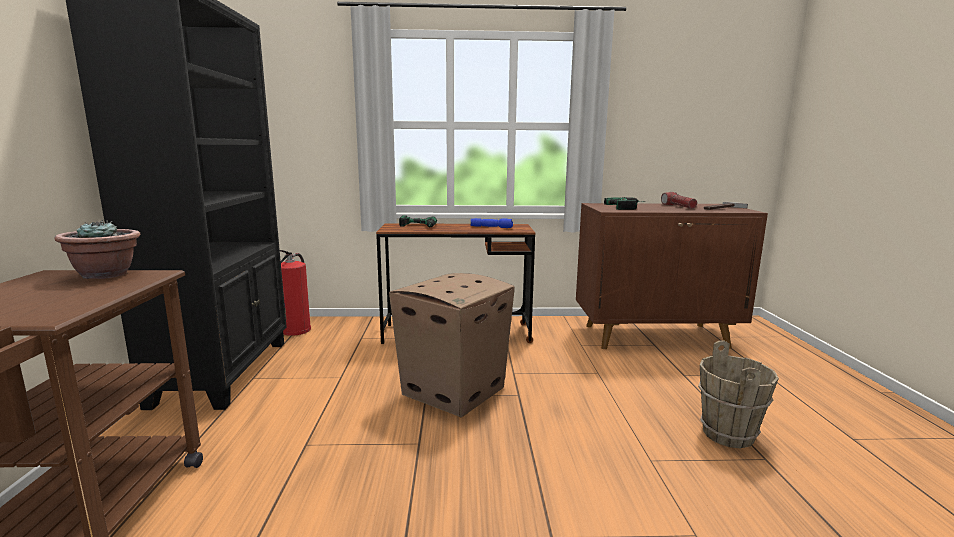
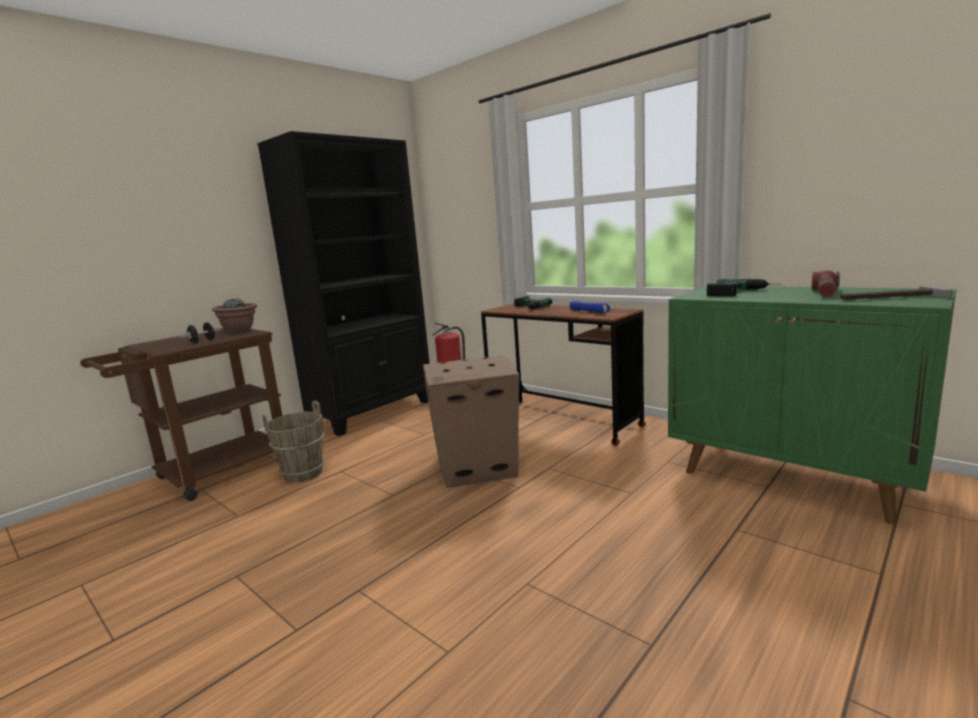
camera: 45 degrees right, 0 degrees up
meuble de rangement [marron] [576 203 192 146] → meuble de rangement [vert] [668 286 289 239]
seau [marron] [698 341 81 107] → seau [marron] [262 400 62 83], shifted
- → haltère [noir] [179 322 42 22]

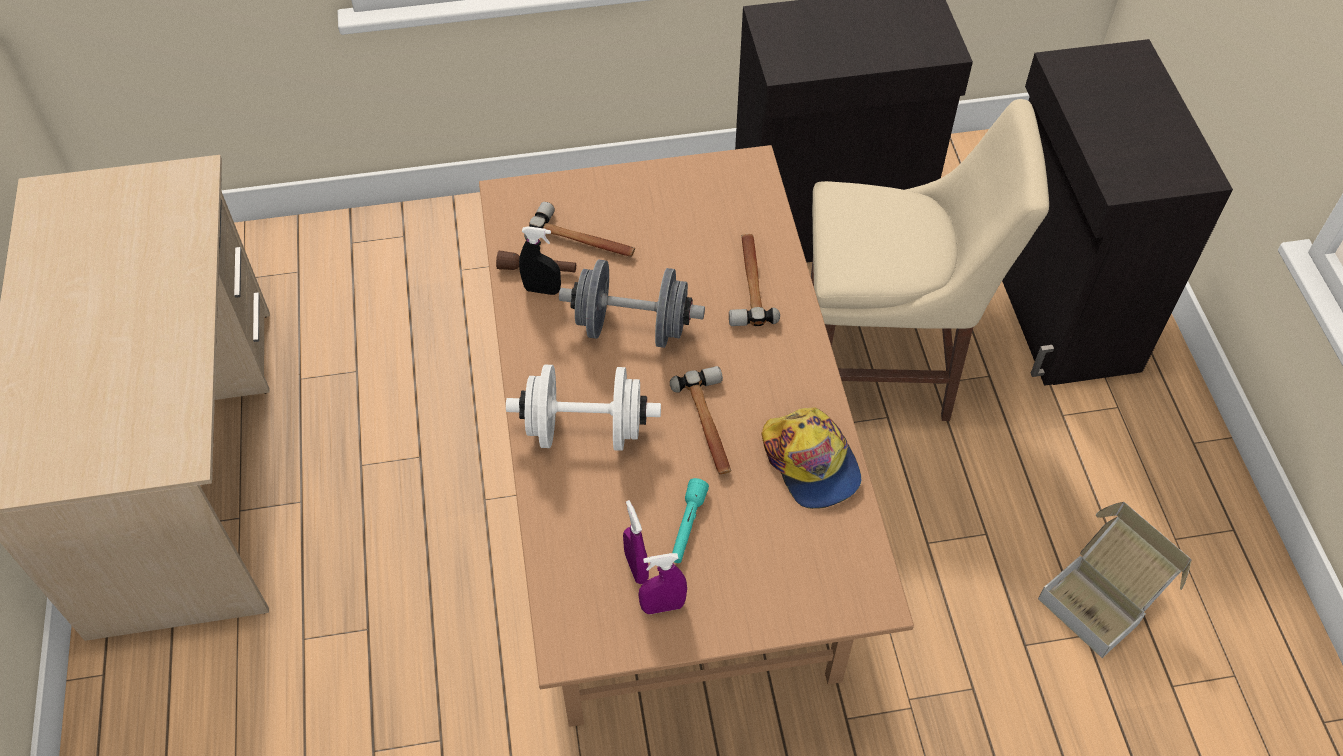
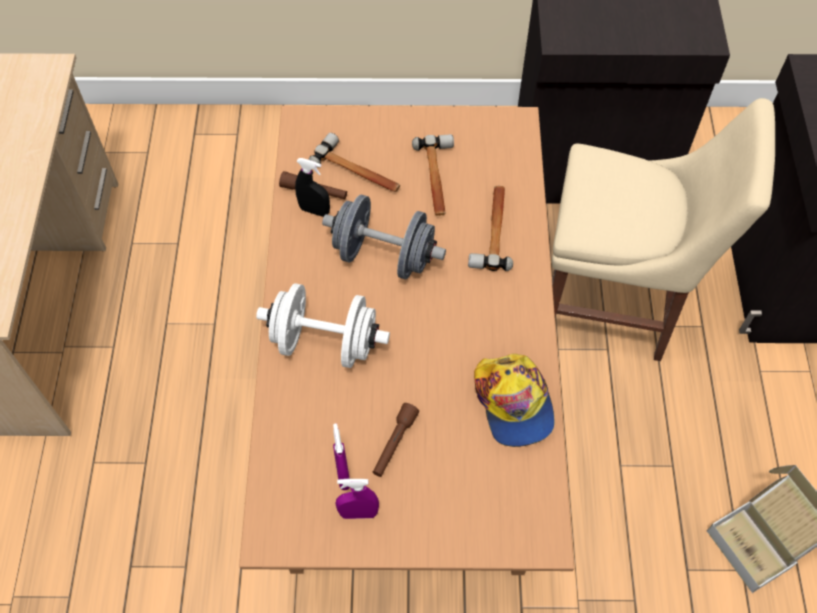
camera: 10 degrees right, 5 degrees up
marteau [670 366 61 109] → marteau [412 134 42 82], shifted
lampe de poche [turquoise] [672 478 37 85] → lampe de poche [marron] [373 403 46 74]

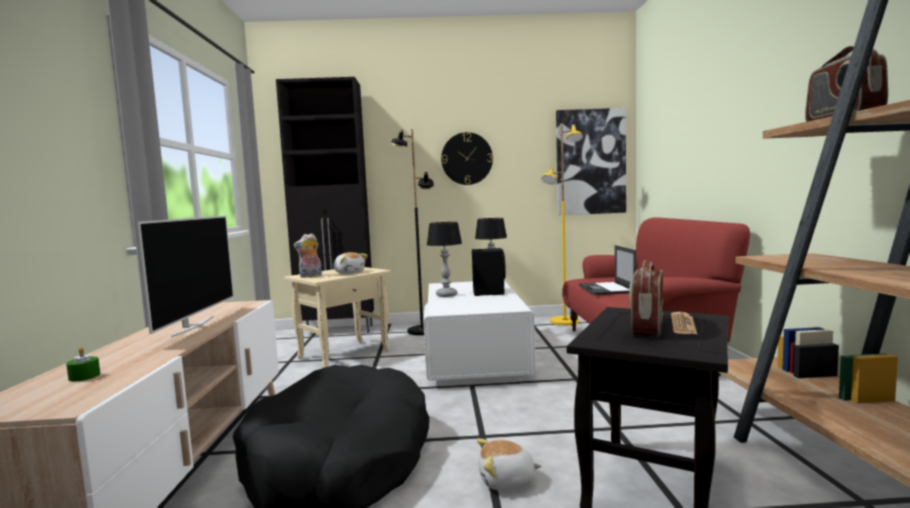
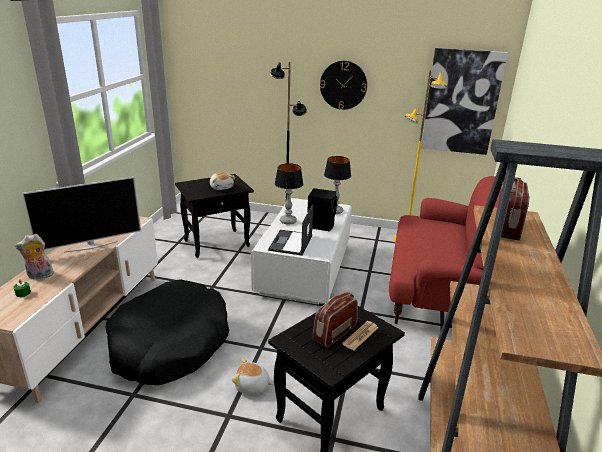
camera: 15 degrees right, 20 degrees up
meuble de rangement [noir] [276 77 98 256] → -
téléviseur [137 216 97 122] → téléviseur [22 177 119 76], 45 degrees clockwise
peluche [293 233 29 45] → peluche [15 234 40 45], shifted
ordinateur portable [579 245 57 50] → ordinateur portable [268 204 45 52], shifted
table d'appoint [beige] [284 267 107 101] → table d'appoint [noir] [175 174 79 84]

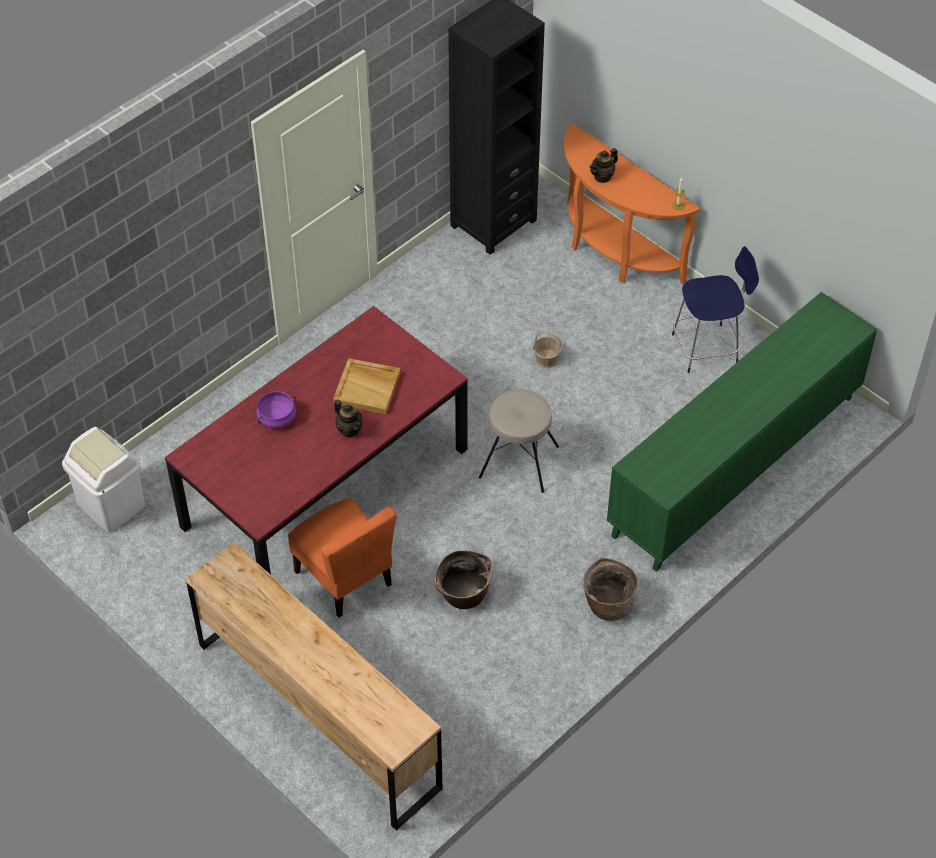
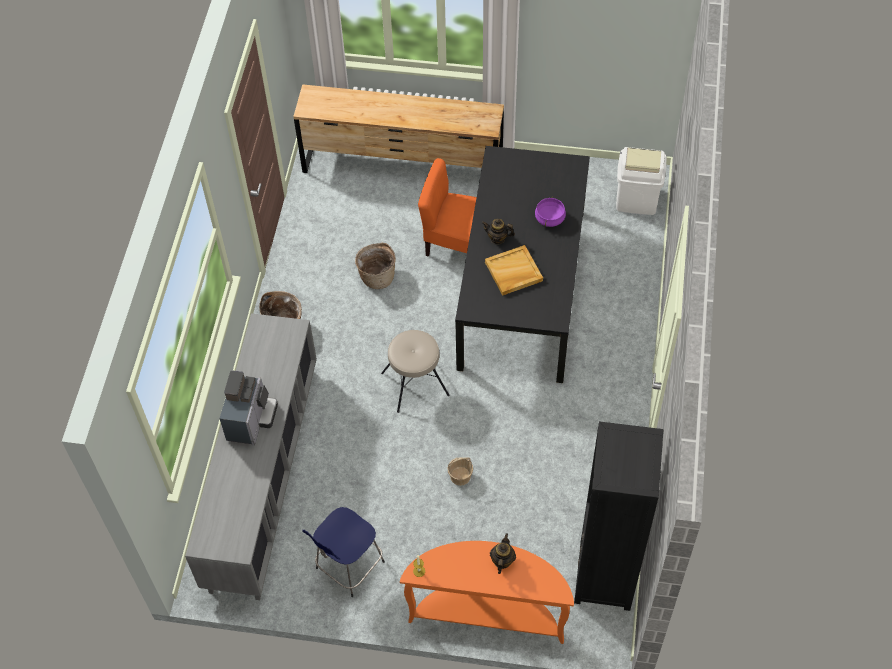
camera: 145 degrees right, 5 degrees up
meuble de rangement [vert] [607 292 270 280] → meuble de rangement [gris] [185 313 132 287]
table à manger [rouge] [165 306 303 269] → table à manger [noir] [455 146 135 237]
- → machine à café [219 370 59 75]

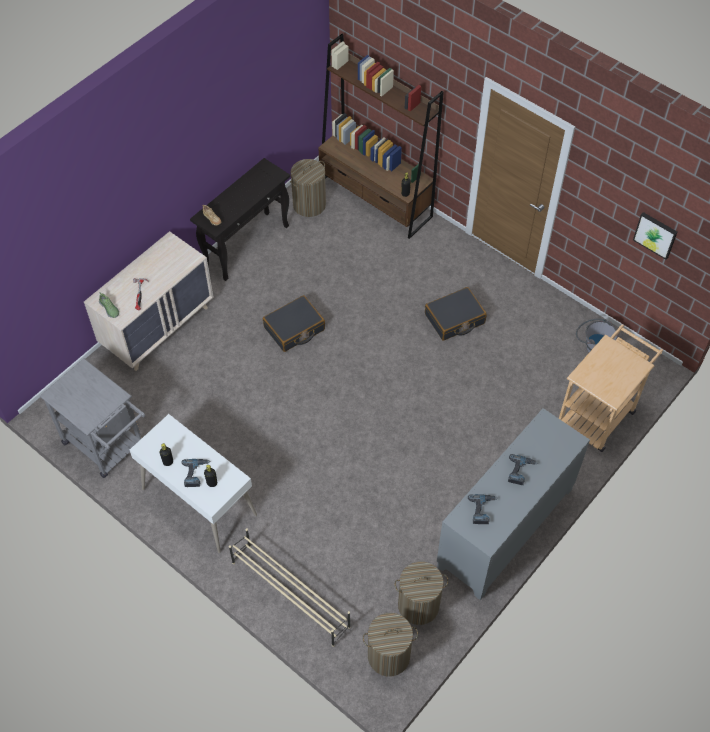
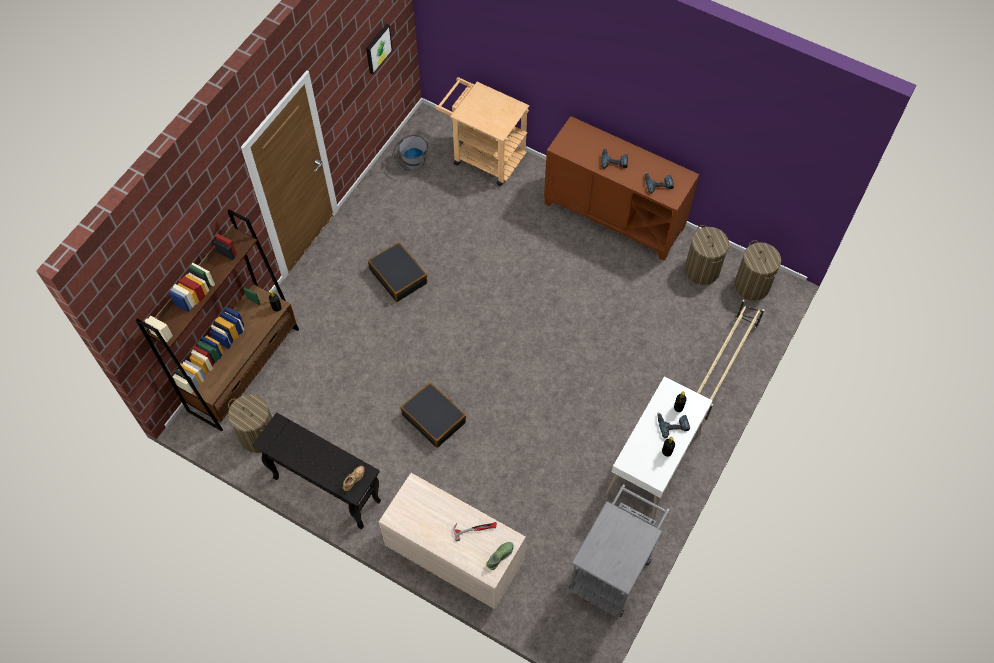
camera: 100 degrees left, 5 degrees up
meuble de rangement [gris] [437 408 153 192] → meuble de rangement [marron] [544 116 155 145]

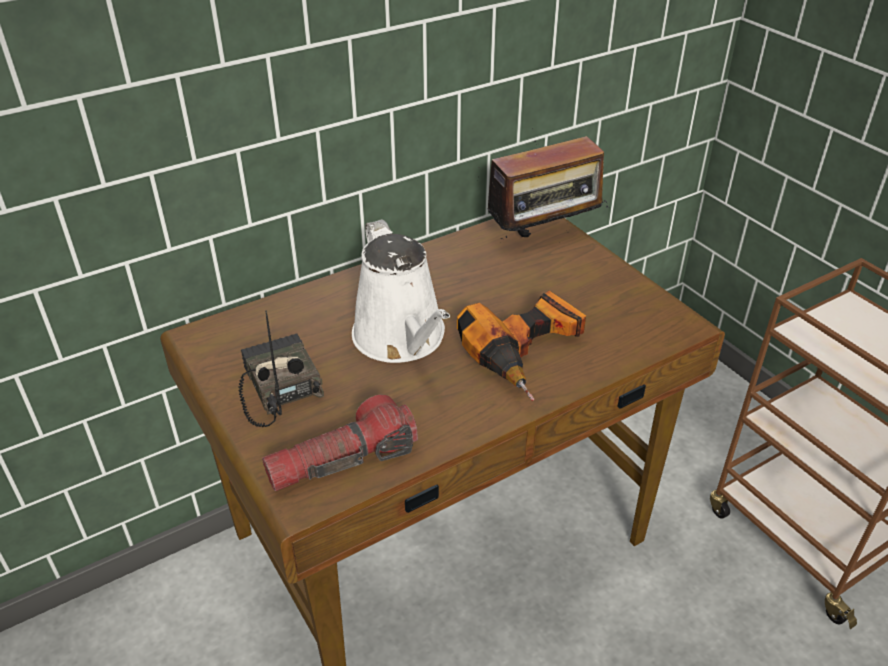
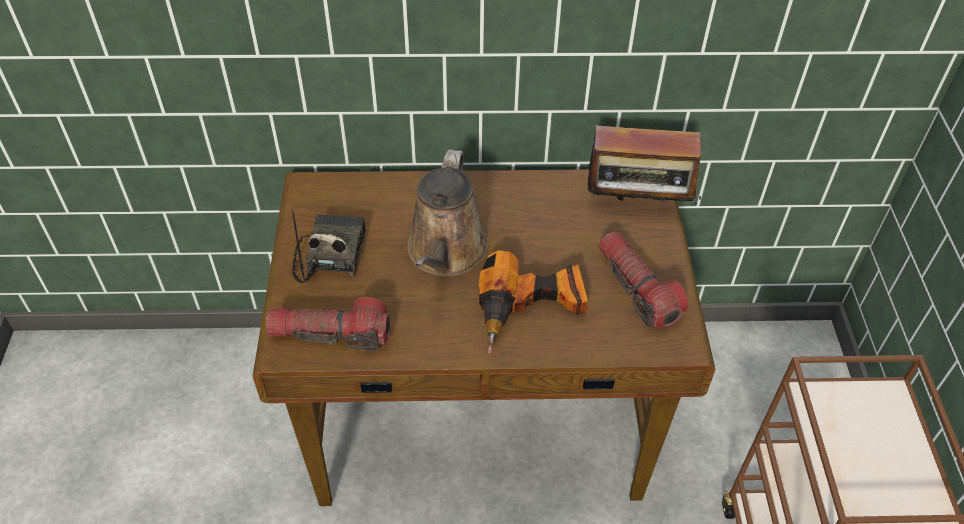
camera: 30 degrees right, 10 degrees up
arrosoir [blanc] [352 219 98 144] → arrosoir [marron] [407 150 81 127]
- → lampe de poche [599 232 89 95]

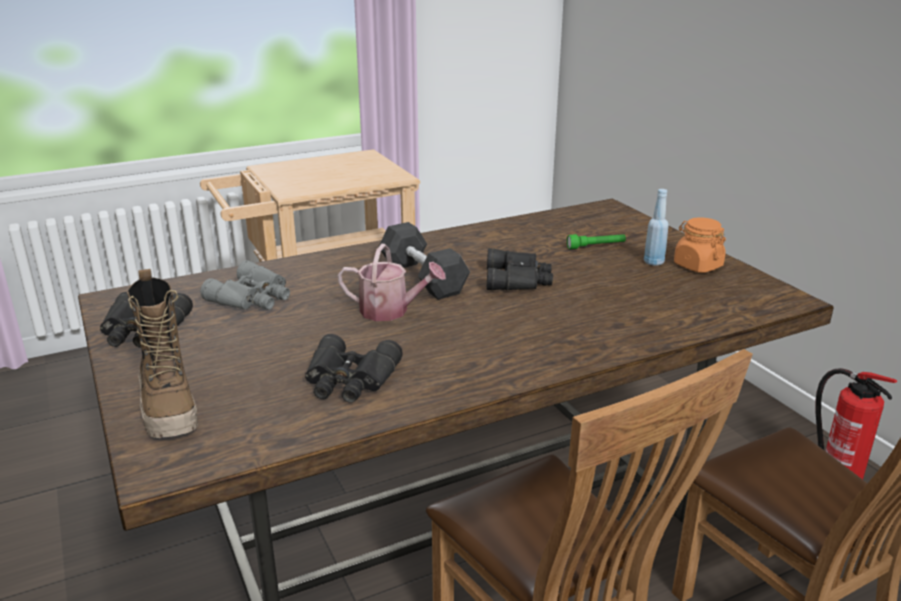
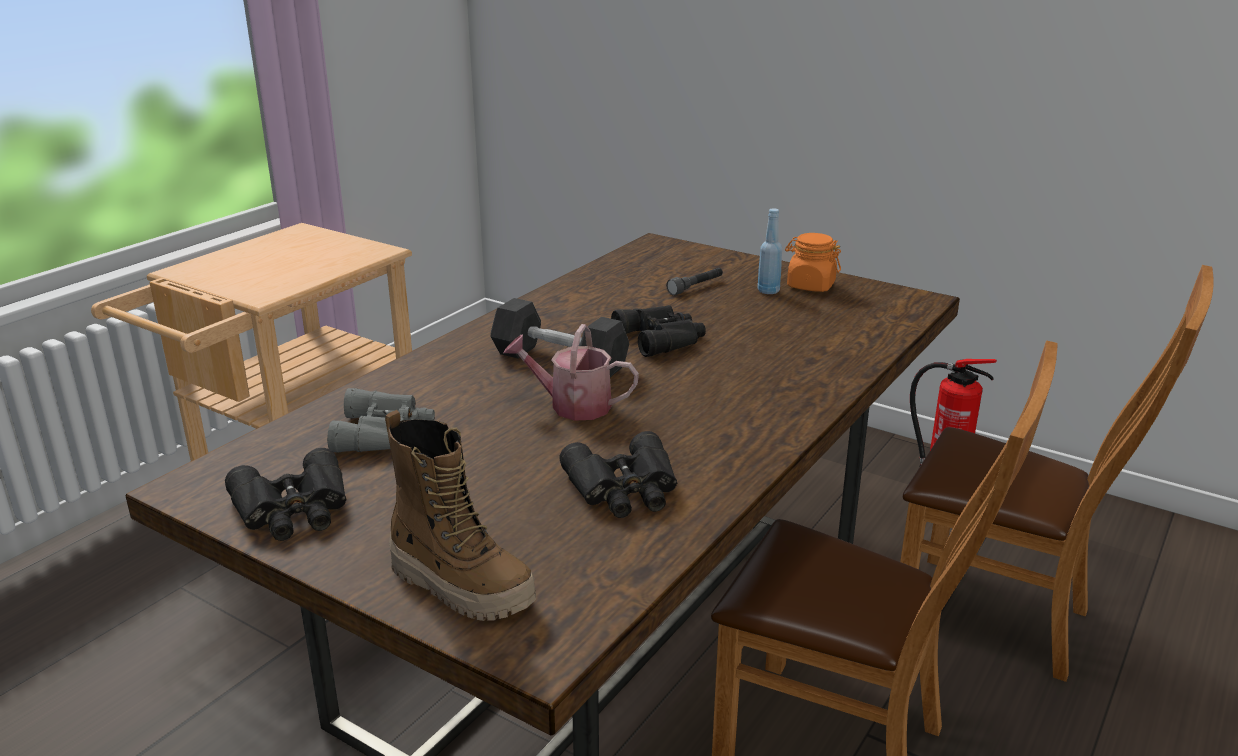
camera: 30 degrees left, 0 degrees up
lampe de poche [vert] [567 234 59 15] → lampe de poche [gris] [666 268 57 27]
arrosoir [337 244 109 77] → arrosoir [504 324 135 97], 150 degrees counterclockwise

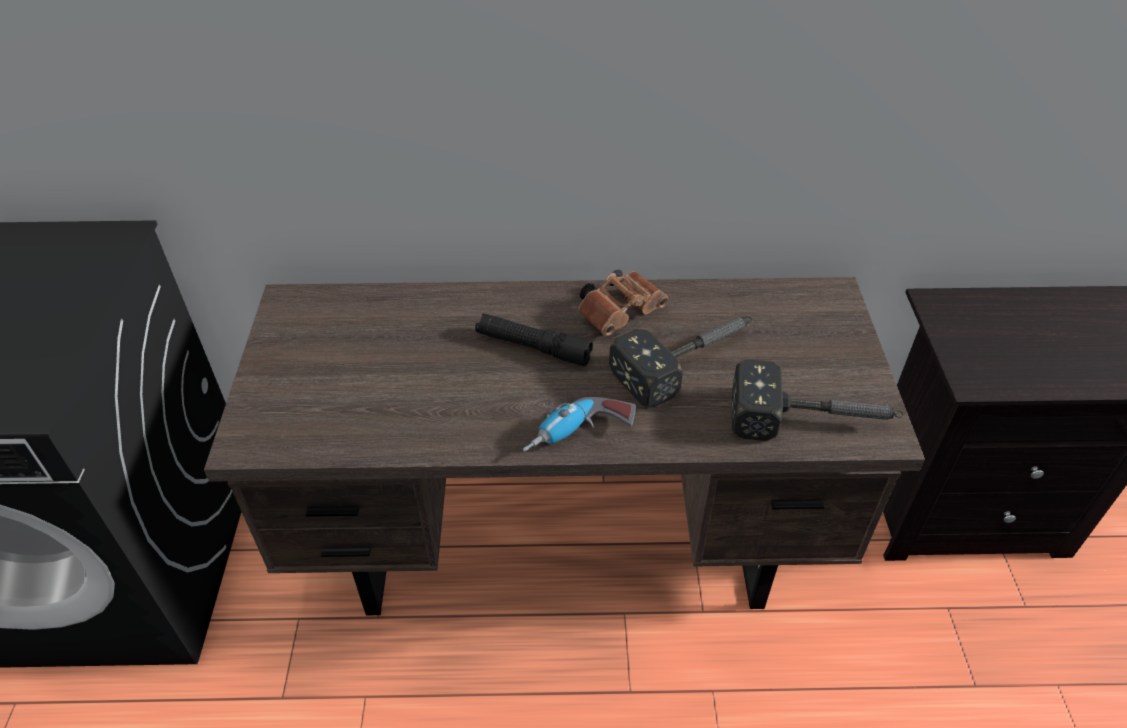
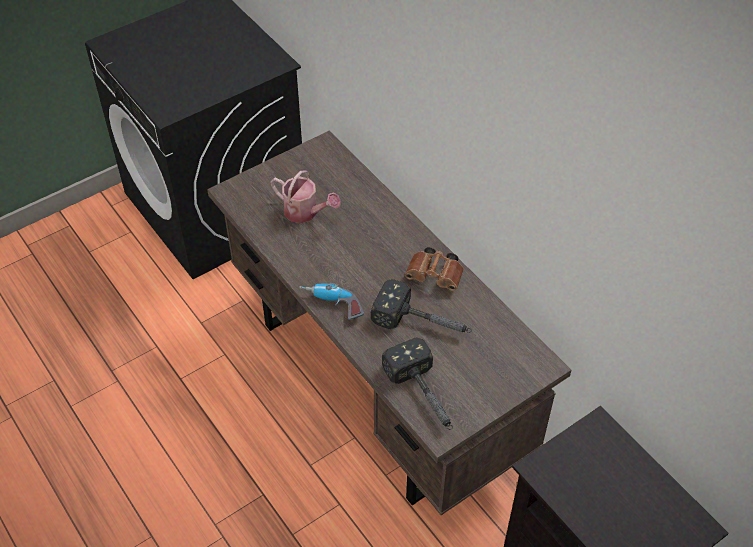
camera: 55 degrees right, 5 degrees up
lampe de poche [noir] [475 313 118 53] → -
- → arrosoir [270 170 71 53]

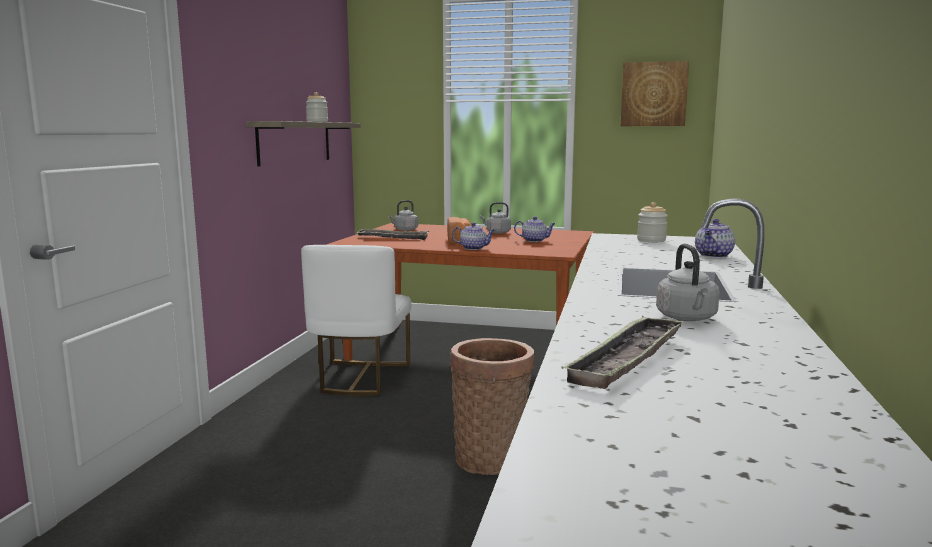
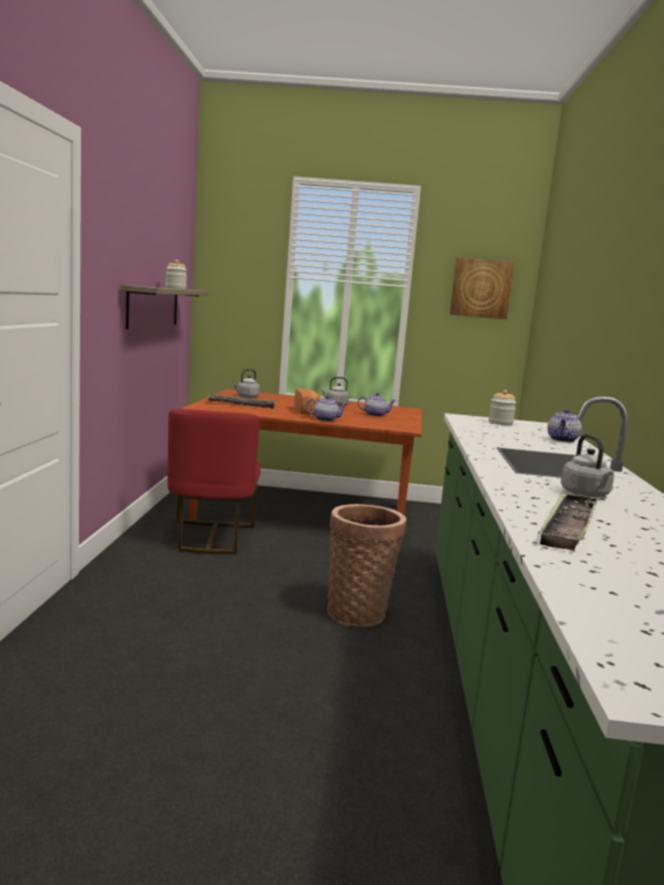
camera: 10 degrees left, 0 degrees up
chaise [blanc] [301 245 110 151] → chaise [rouge] [167 409 94 145]

